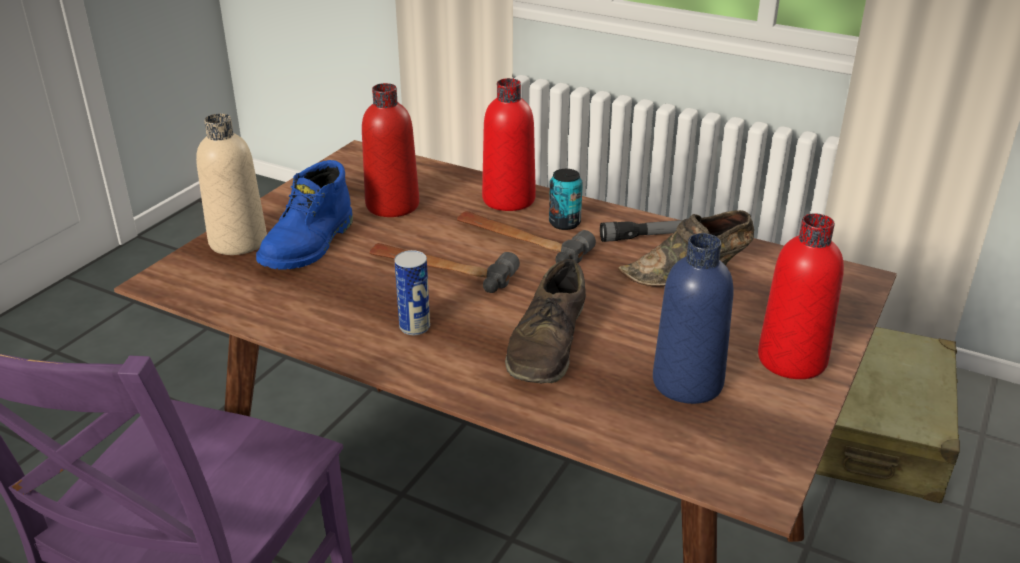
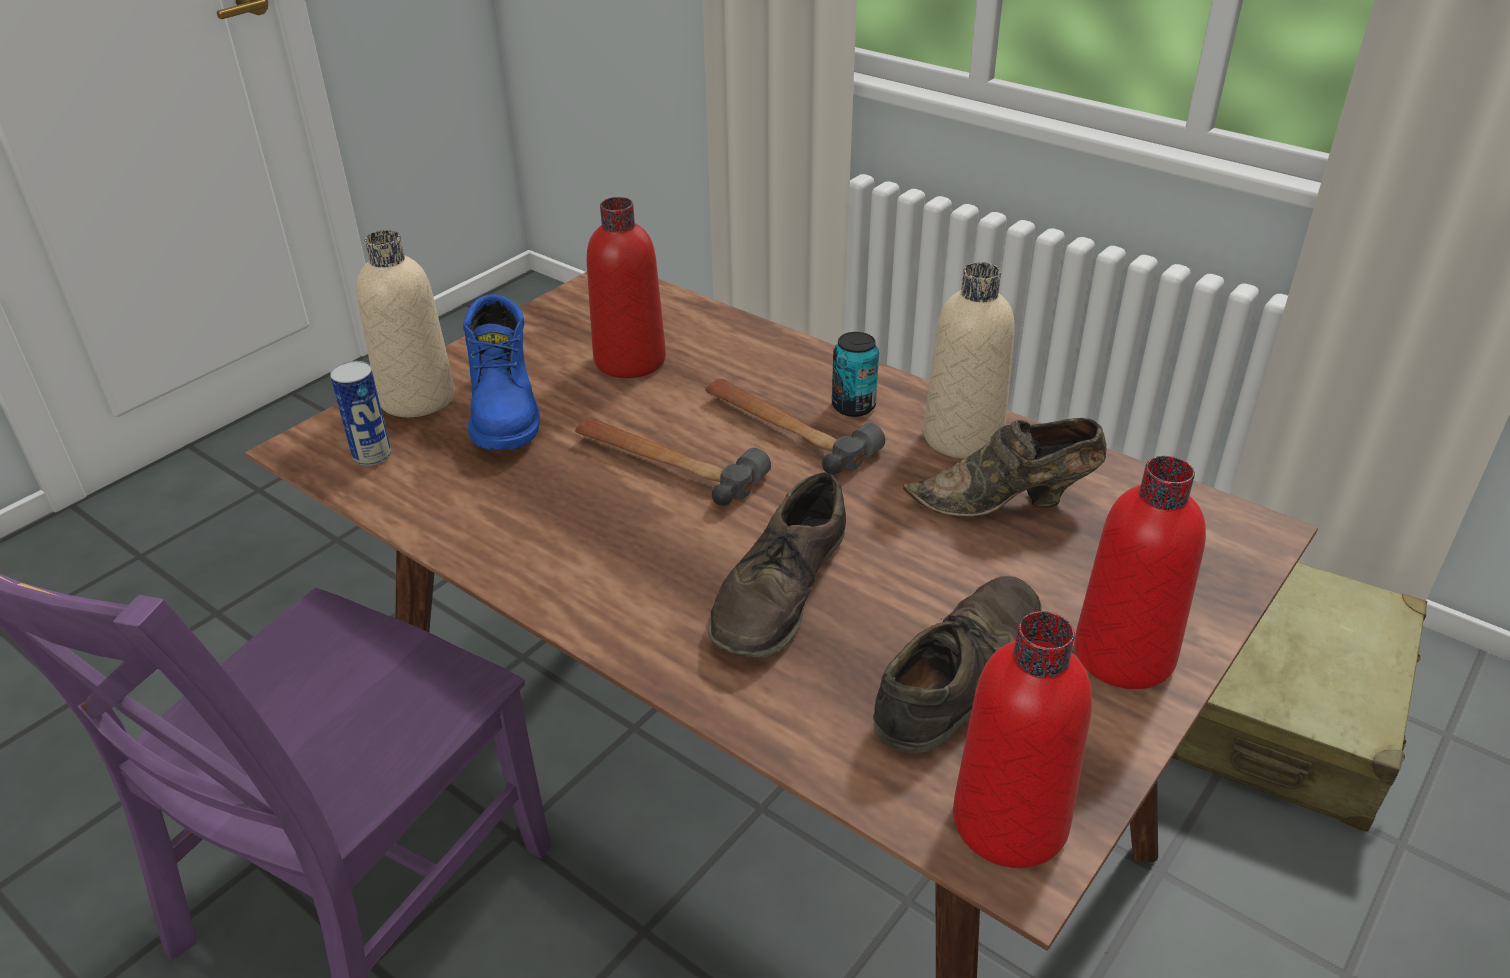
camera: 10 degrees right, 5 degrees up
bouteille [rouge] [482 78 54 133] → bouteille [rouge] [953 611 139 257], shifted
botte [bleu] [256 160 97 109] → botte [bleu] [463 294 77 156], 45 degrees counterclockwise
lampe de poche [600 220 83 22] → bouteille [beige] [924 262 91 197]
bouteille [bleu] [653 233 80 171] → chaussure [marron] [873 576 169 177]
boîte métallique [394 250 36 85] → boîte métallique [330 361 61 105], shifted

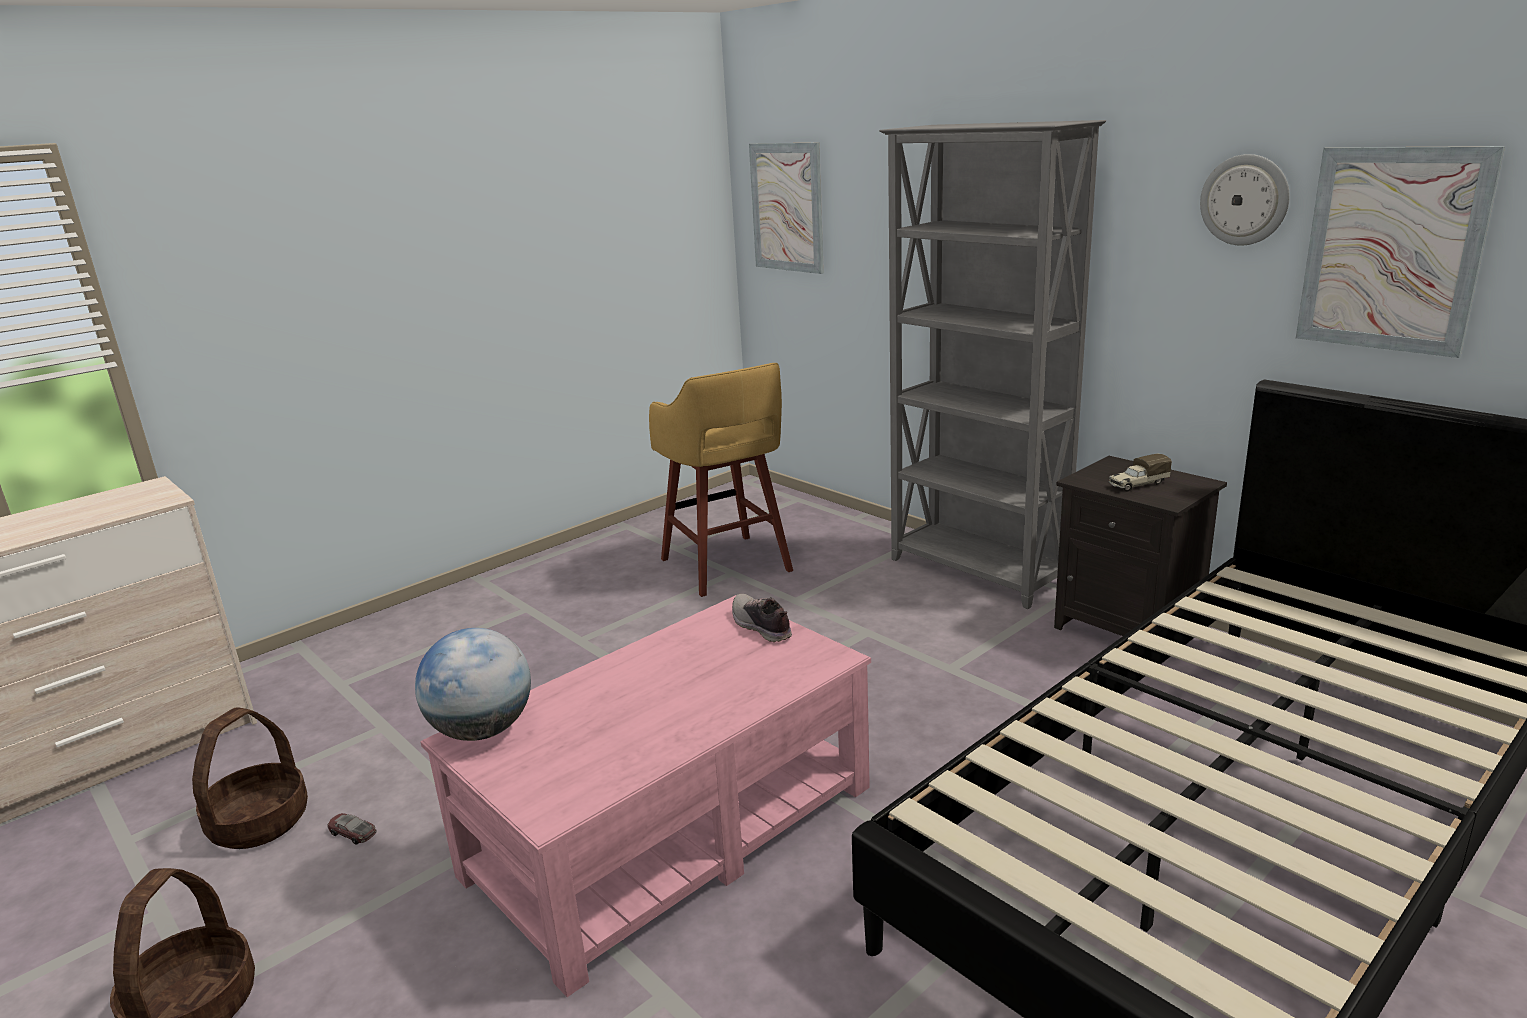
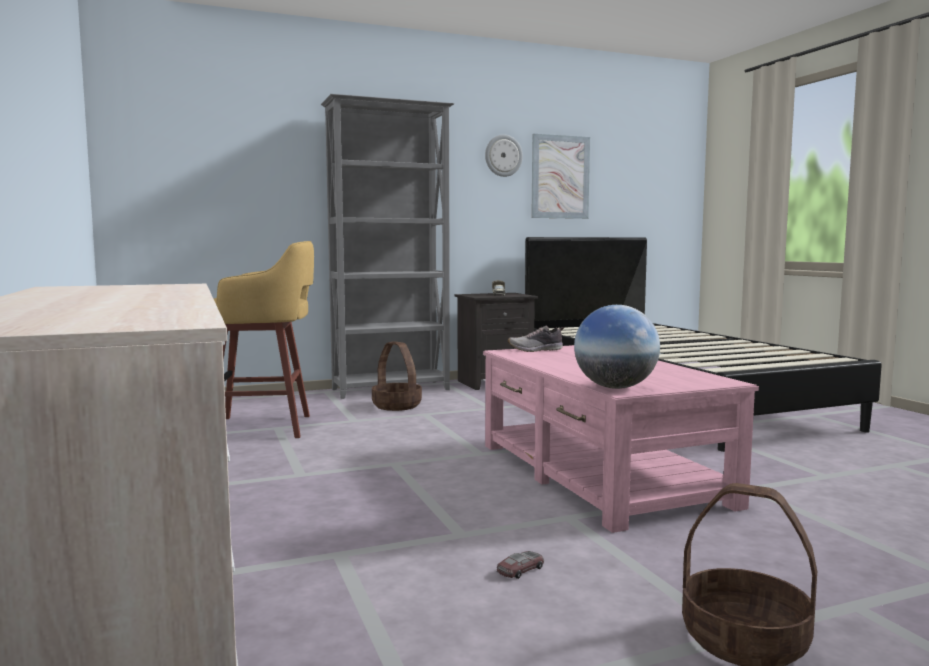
camera: 70 degrees left, 15 degrees down
tableau [749 143 75 131] → -
panier [192 707 116 142] → panier [372 342 50 69], shifted

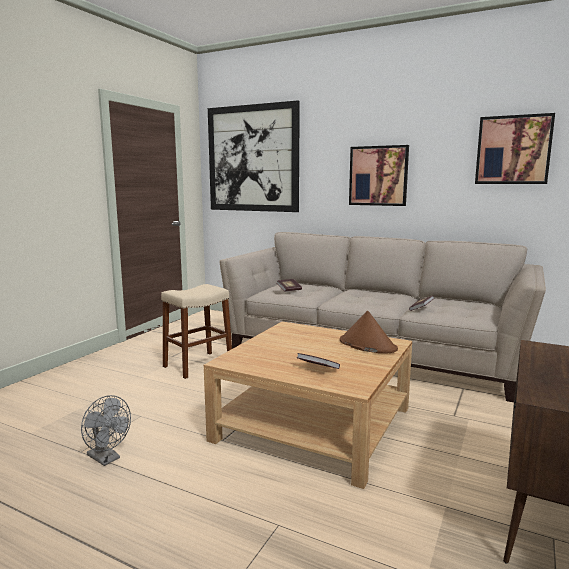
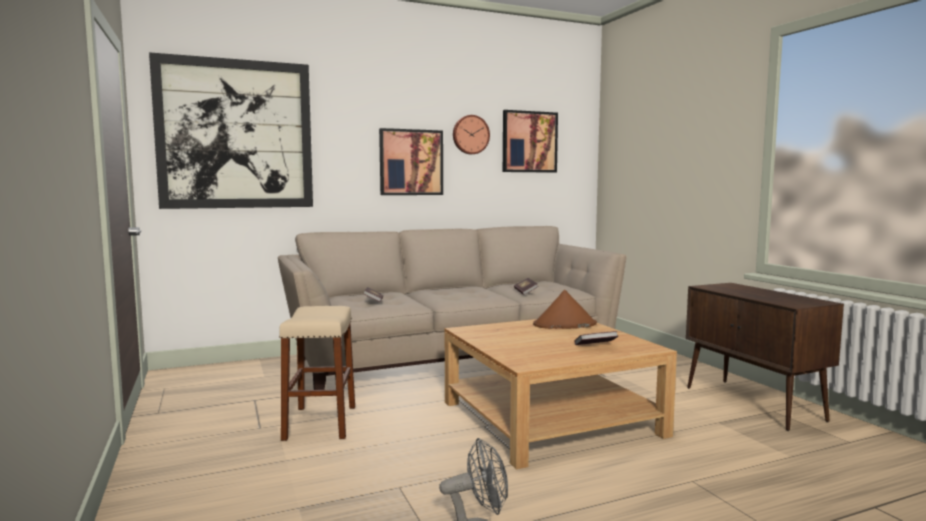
camera: 50 degrees left, 5 degrees down
- → horloge murale [453 115 37 39]

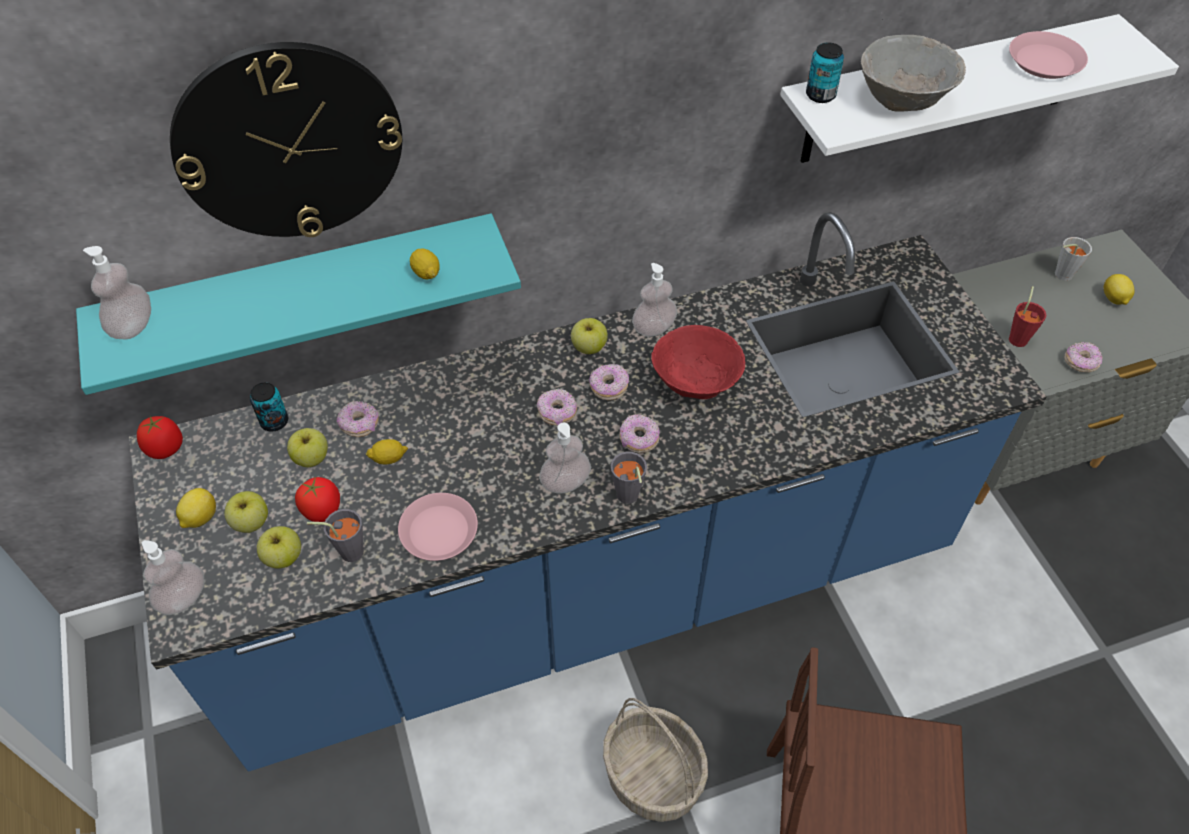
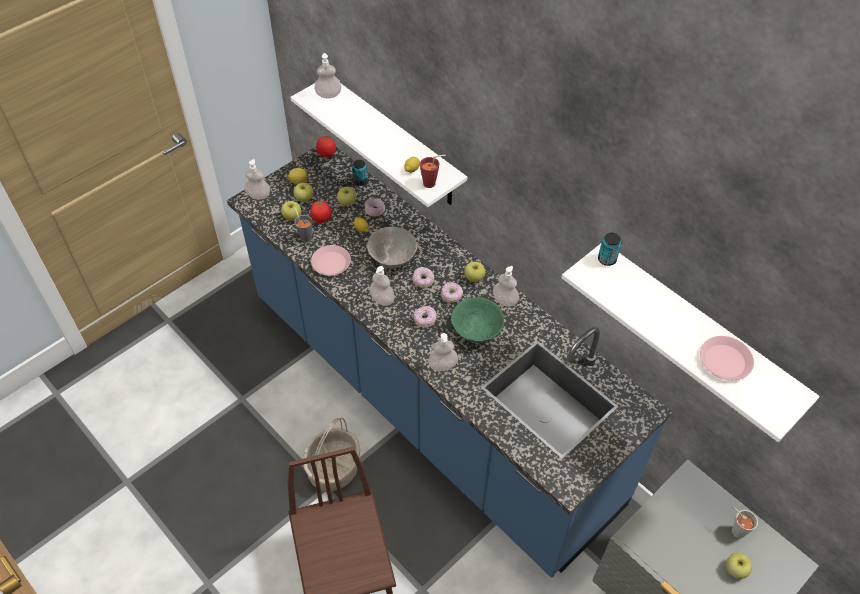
camera: 65 degrees right, 0 degrees up
bol [gris] [861 35 105 77] → bol [gris] [367 227 50 41], shifted
horloge murale [170 42 232 195] → -
étagère [turquoise] [76 214 445 181] → étagère [blanc] [290 83 177 124]
citron [1104 274 30 31] → pomme [726 553 26 26]
tasse [rouge] [1009 286 37 61] → tasse [rouge] [420 155 26 33], shifted
bol [rouge] [651 325 94 74] → bol [vert] [451 297 53 46]
beignet [1065 342 38 30] → -
tasse [gris] [611 452 36 52] → -
- → distributeur de savon [428 333 30 38]

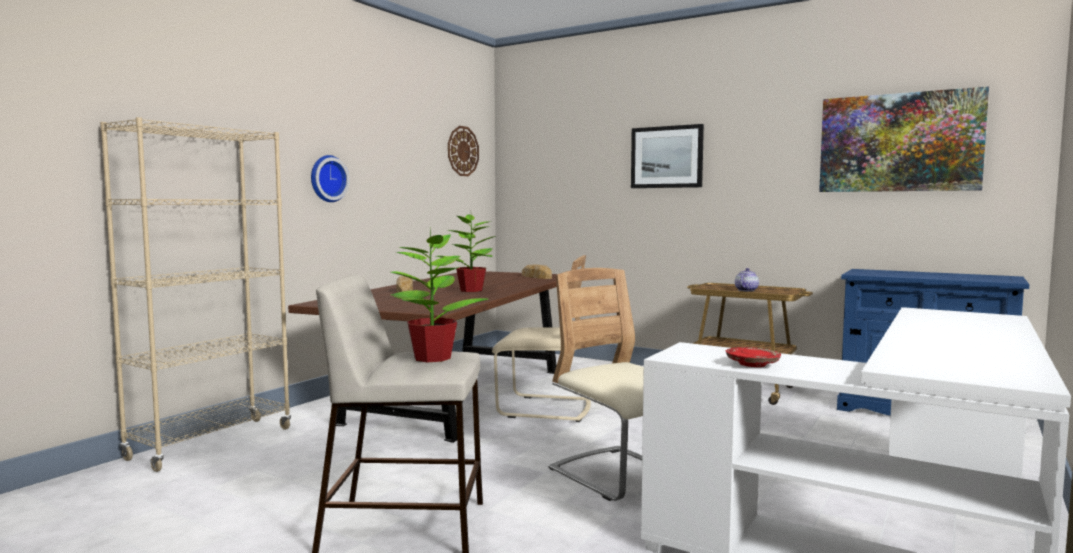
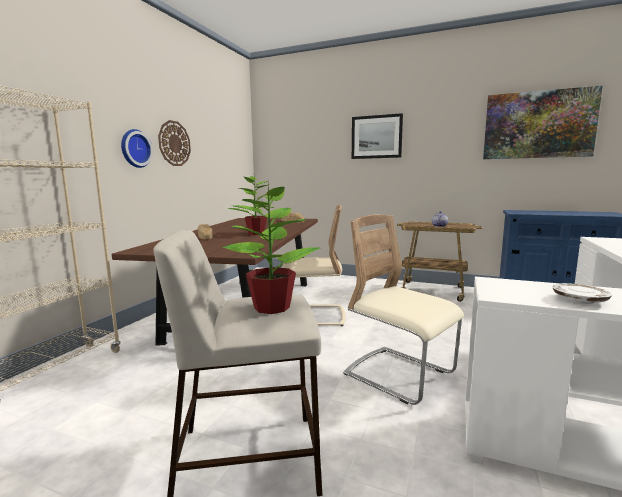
camera: 10 degrees left, 5 degrees up
horloge murale [448 126 31 50] → horloge murale [158 120 33 46], shifted
assiette [rouge] [726 347 55 20] → assiette [blanc] [552 283 60 21]

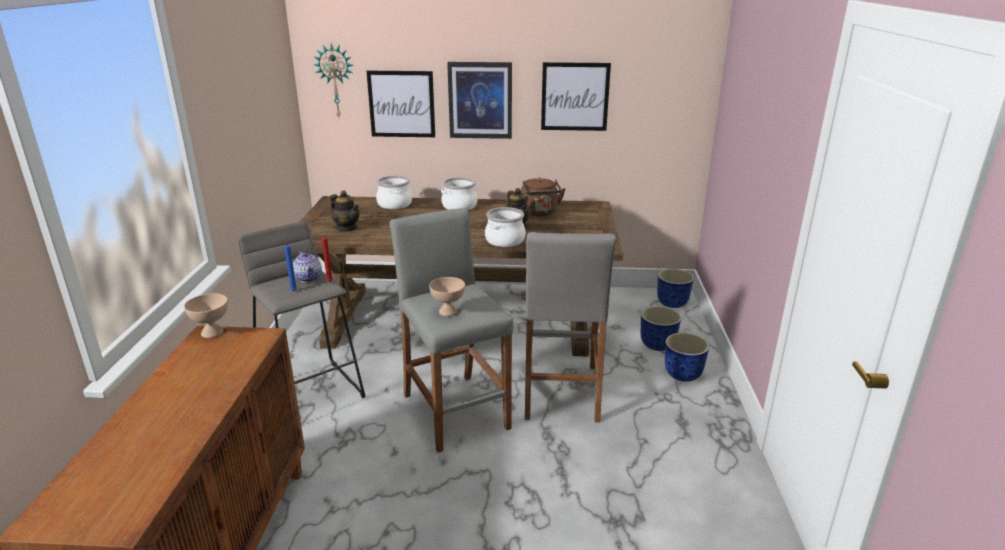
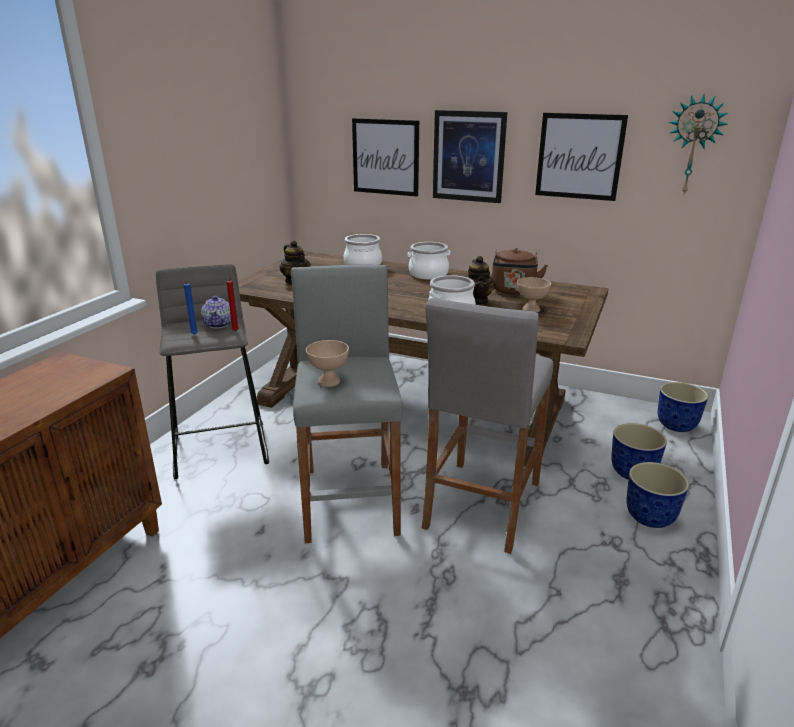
camera: 20 degrees right, 0 degrees up
horloge murale [313 43 40 74] → horloge murale [669 94 58 102], shifted
bol [beige] [184 293 44 45] → bol [beige] [517 277 34 36], shifted

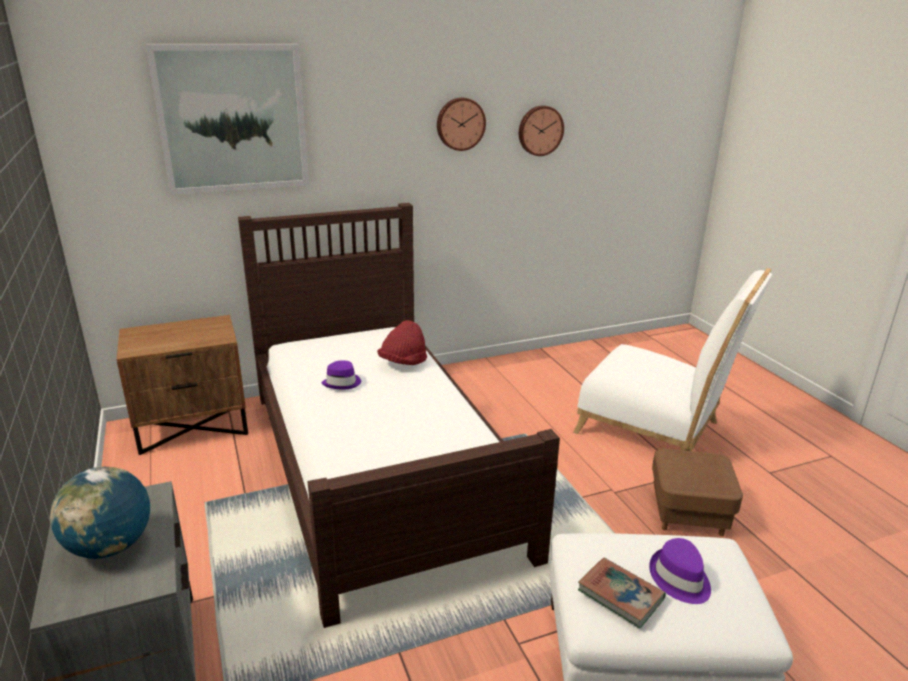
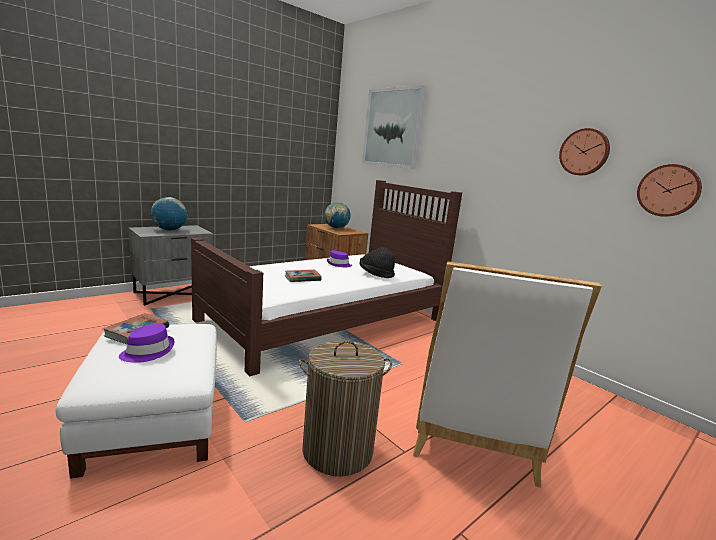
camera: 70 degrees right, 10 degrees down
horloge murale [437 97 49 54] → horloge murale [637 164 65 53], shifted
chapeau [rouge] [377 320 50 45] → chapeau [noir] [359 247 36 31]
pouf [marron] [652 449 91 87] → panier à linge [299 341 93 135]
- → globe [324 202 27 27]
- → livre [285 270 37 12]

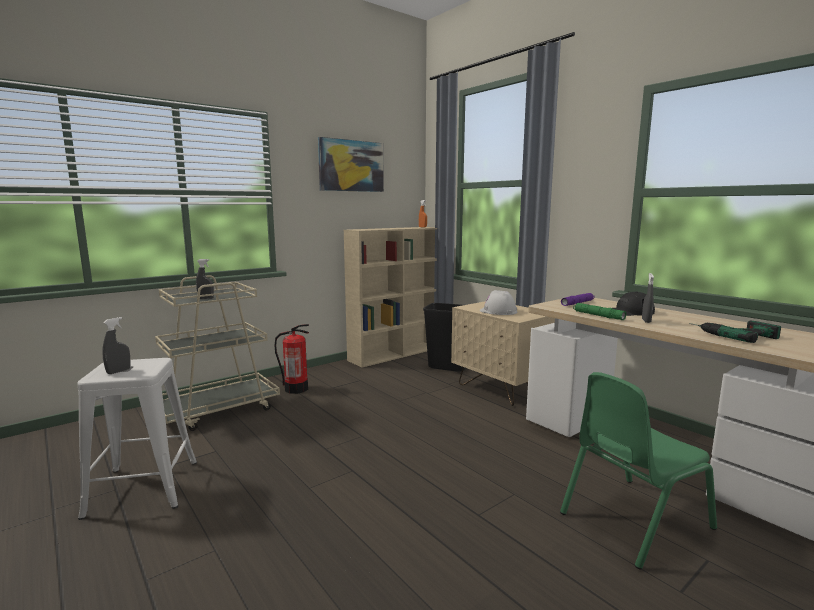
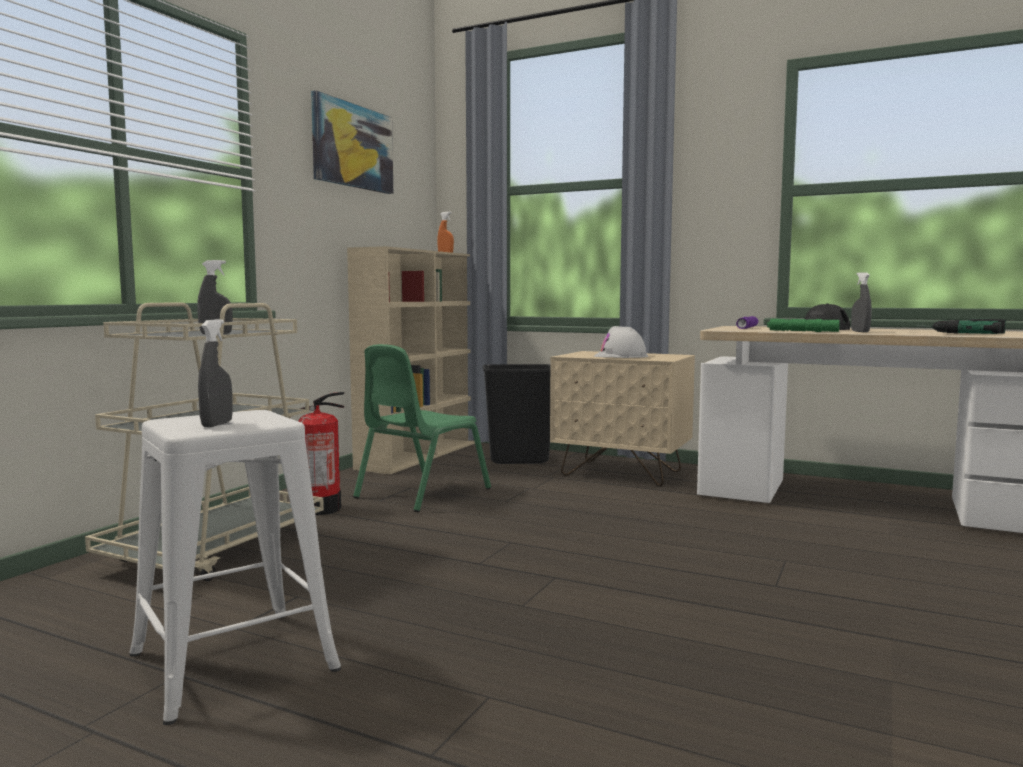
camera: 25 degrees left, 5 degrees down
chaise [vert] [560 372 157 198] → chaise [vert] [353 344 138 168], shifted

